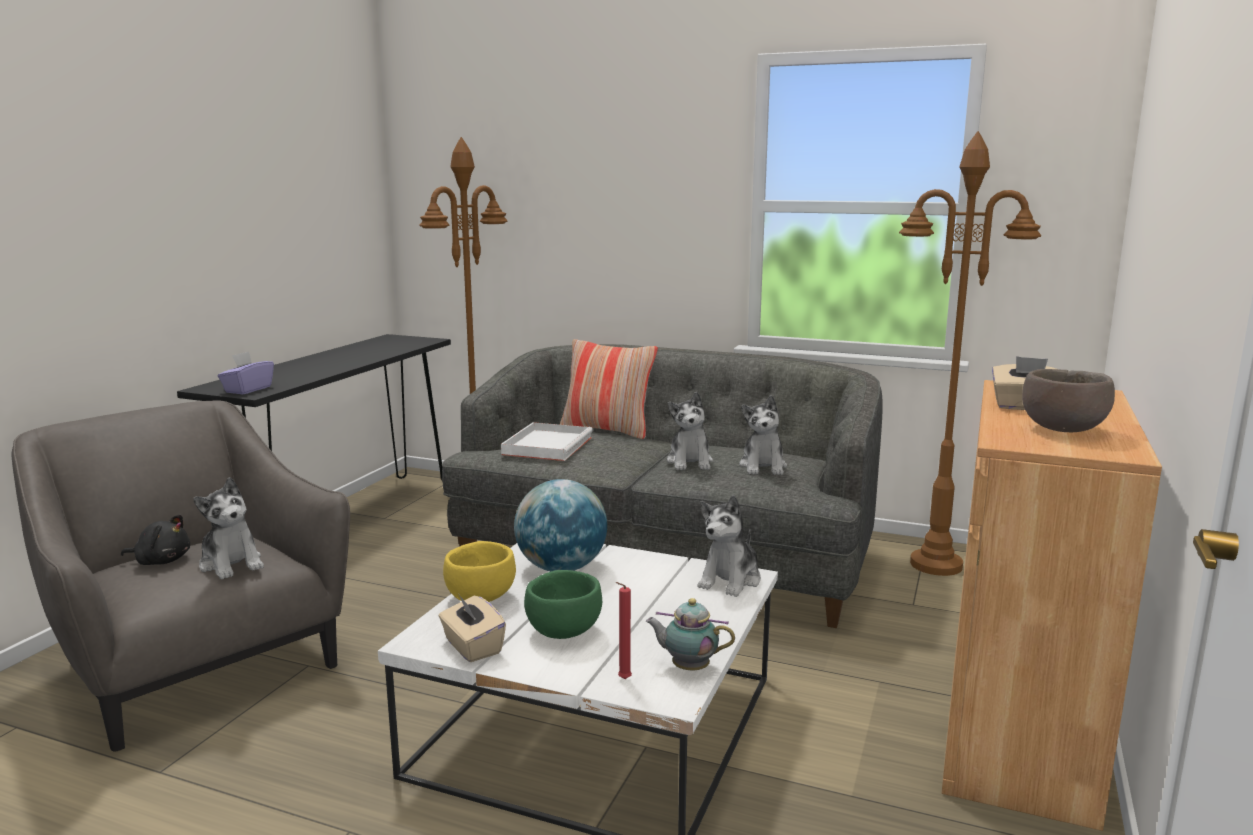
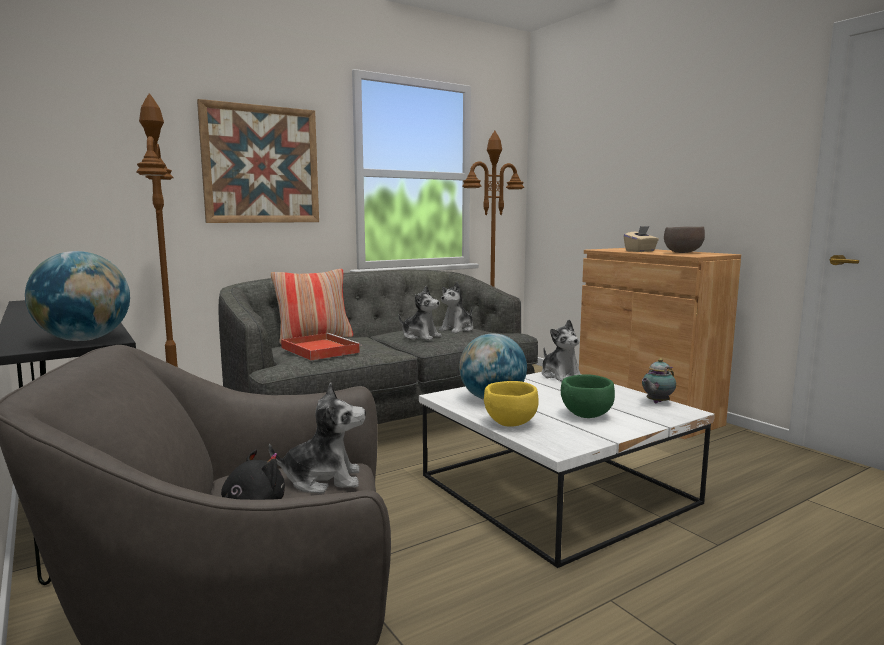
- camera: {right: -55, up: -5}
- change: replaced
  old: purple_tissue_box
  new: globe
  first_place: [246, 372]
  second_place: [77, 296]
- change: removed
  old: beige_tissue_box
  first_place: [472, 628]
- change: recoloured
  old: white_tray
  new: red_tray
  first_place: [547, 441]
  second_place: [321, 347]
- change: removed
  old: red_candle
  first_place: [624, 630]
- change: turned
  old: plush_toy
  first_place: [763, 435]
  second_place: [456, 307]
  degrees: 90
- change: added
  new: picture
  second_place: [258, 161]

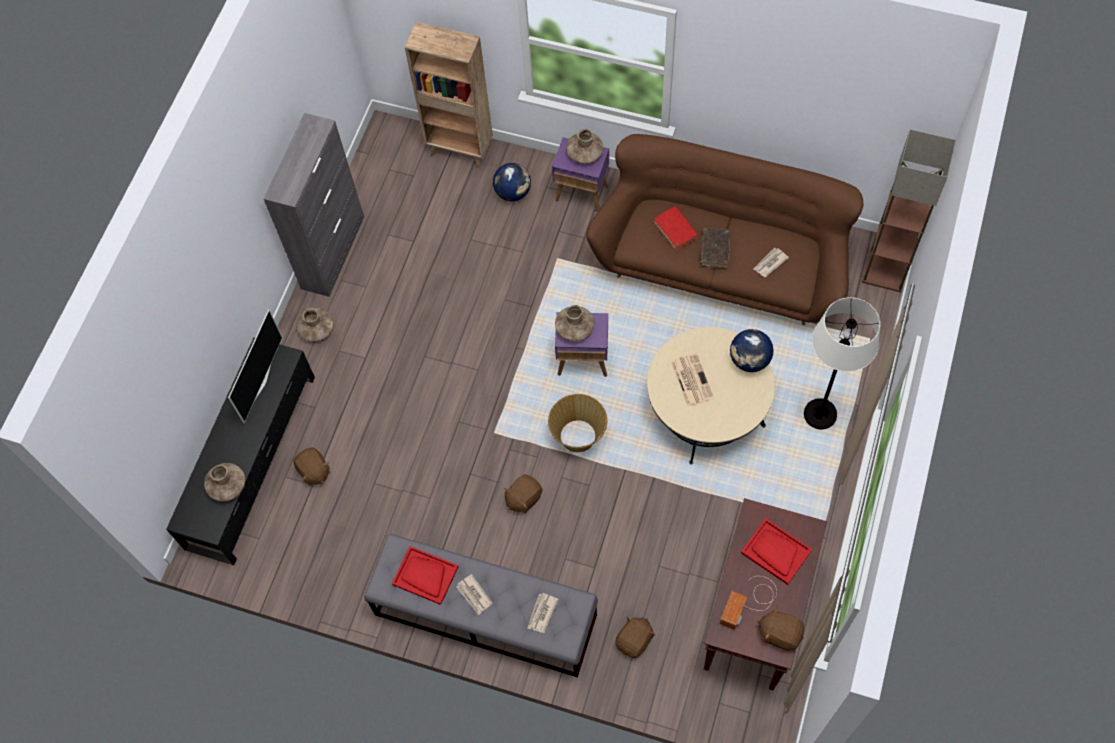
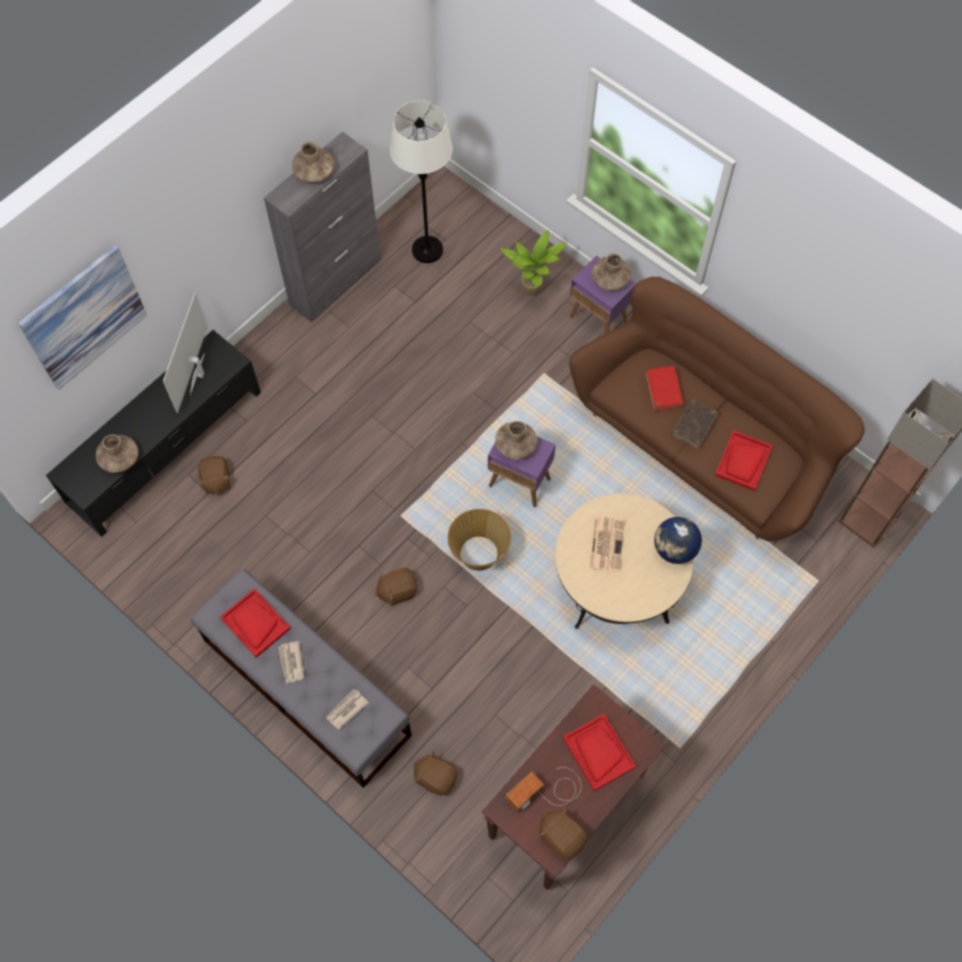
- camera: {right: 20, up: 0}
- change: turned
  old: television
  first_place: [255, 366]
  second_place: [185, 352]
  degrees: 150
- change: moved
  old: brown_vase
  first_place: [315, 325]
  second_place: [313, 162]
- change: removed
  old: brown_bookcase
  first_place: [449, 95]
- change: replaced
  old: globe
  new: potted_plant
  first_place: [512, 182]
  second_place: [534, 263]
- change: turned
  old: brown_plush_toy
  first_place: [635, 637]
  second_place: [435, 773]
  degrees: -120
- change: replaced
  old: newspaper
  new: red_tray
  first_place: [771, 263]
  second_place: [744, 460]
- change: moved
  old: white_floor_lamp
  first_place: [842, 363]
  second_place: [421, 182]
- change: added
  new: picture
  second_place: [82, 317]

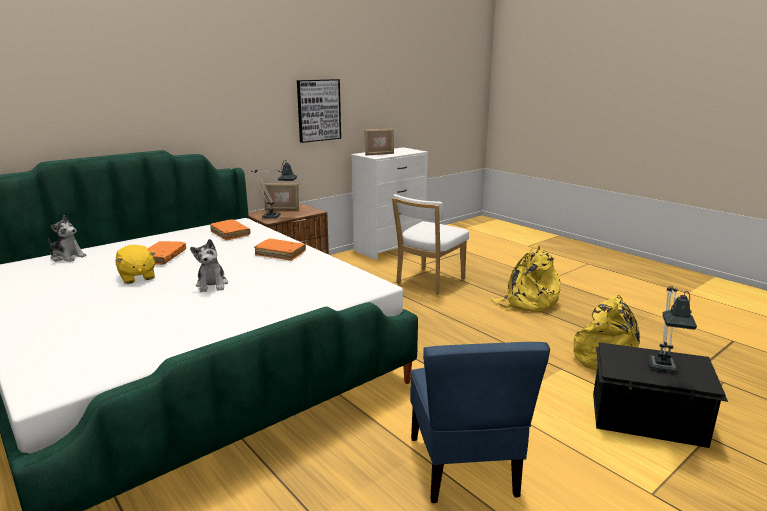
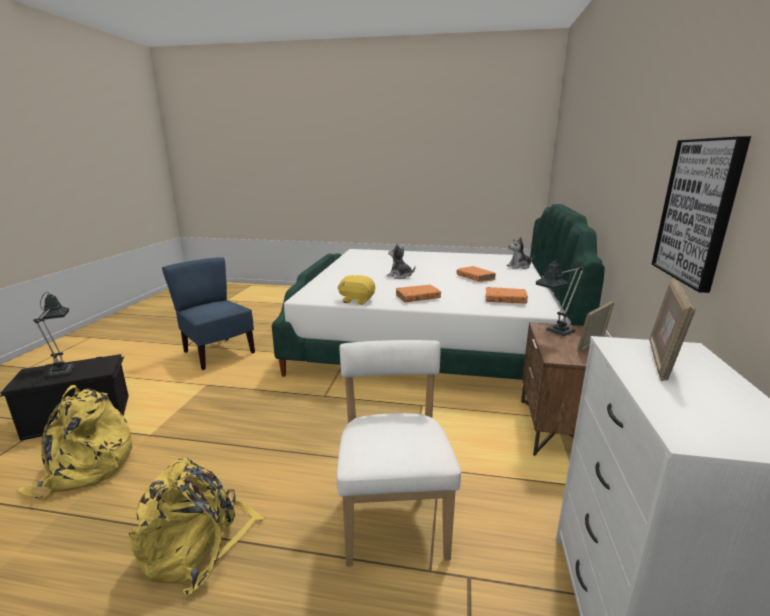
- camera: {right: 140, up: 0}
- change: moved
  old: yellow_plush_toy
  first_place: [135, 264]
  second_place: [356, 290]

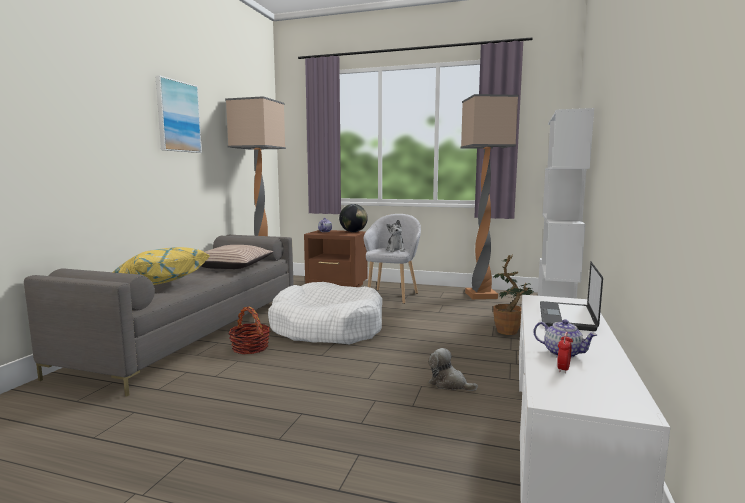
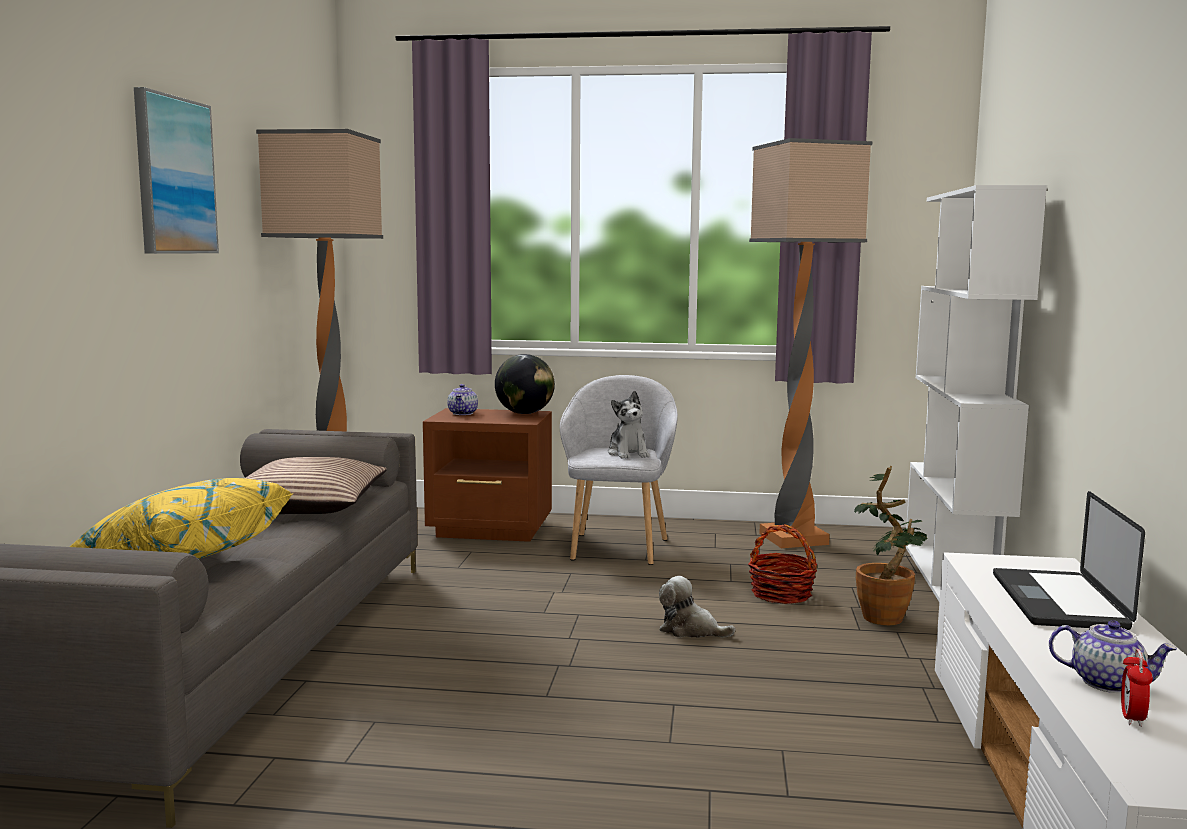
- camera: {right: -10, up: 0}
- change: moved
  old: basket
  first_place: [249, 330]
  second_place: [782, 564]
- change: removed
  old: white_dog_bed
  first_place: [325, 313]
- change: moved
  old: plush_toy
  first_place: [453, 369]
  second_place: [697, 607]

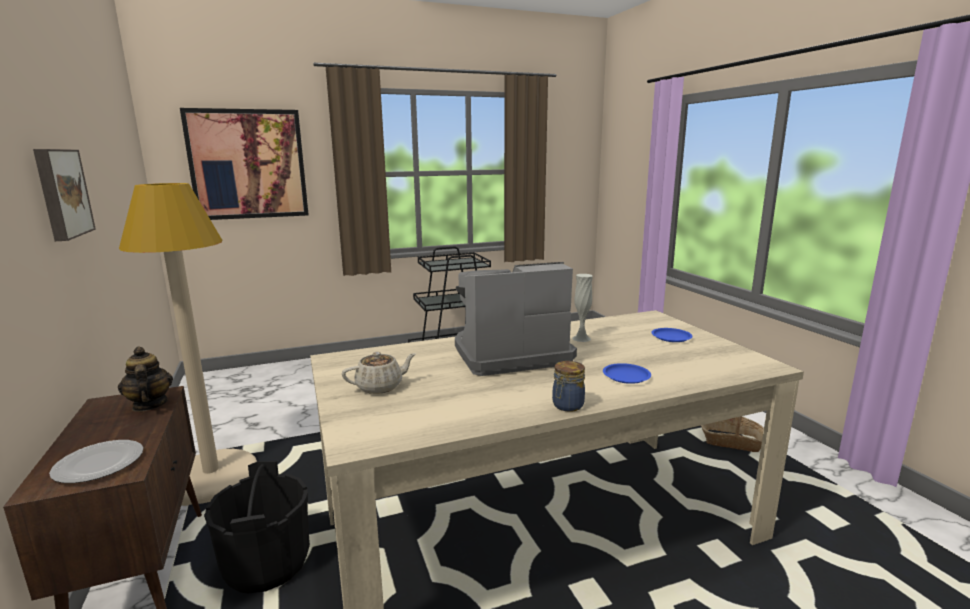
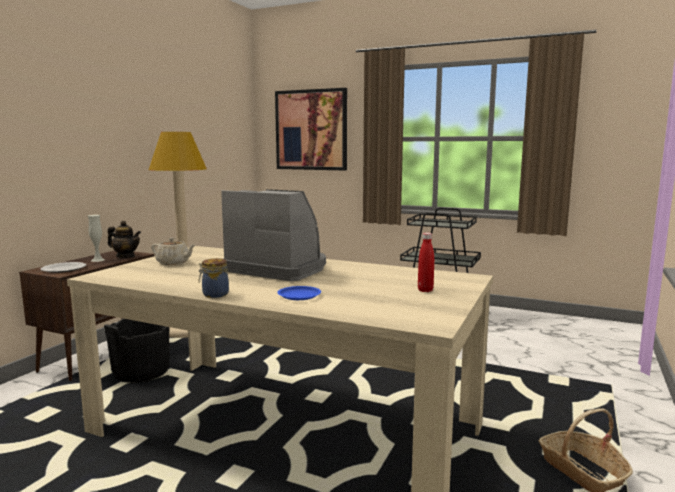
- camera: {right: 45, up: -5}
- change: removed
  old: picture
  first_place: [64, 195]
- change: turned
  old: teapot
  first_place: [145, 379]
  second_place: [124, 239]
  degrees: 90
- change: moved
  old: white_vase
  first_place: [582, 308]
  second_place: [96, 238]
- change: replaced
  old: blue_plate
  new: red_bottle
  first_place: [672, 335]
  second_place: [426, 262]

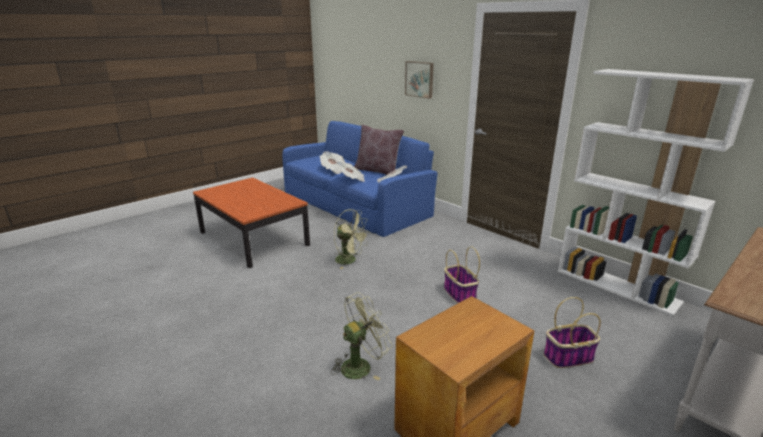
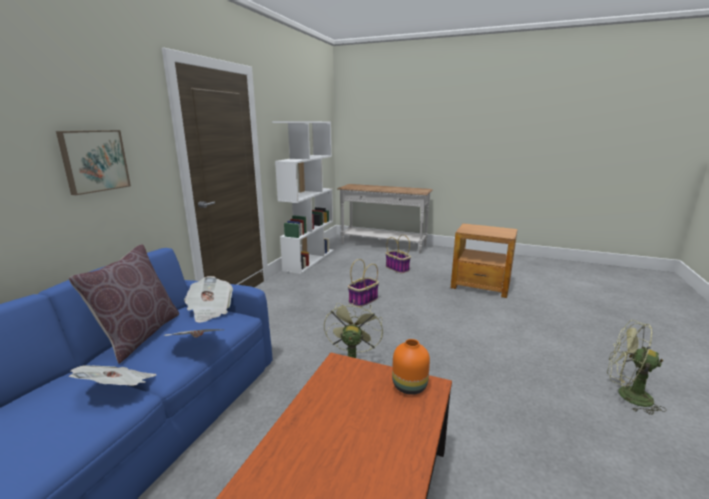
- camera: {right: -115, up: -5}
- change: moved
  old: green_fan
  first_place: [362, 336]
  second_place: [636, 367]
- change: added
  new: orange_vase
  second_place: [411, 367]

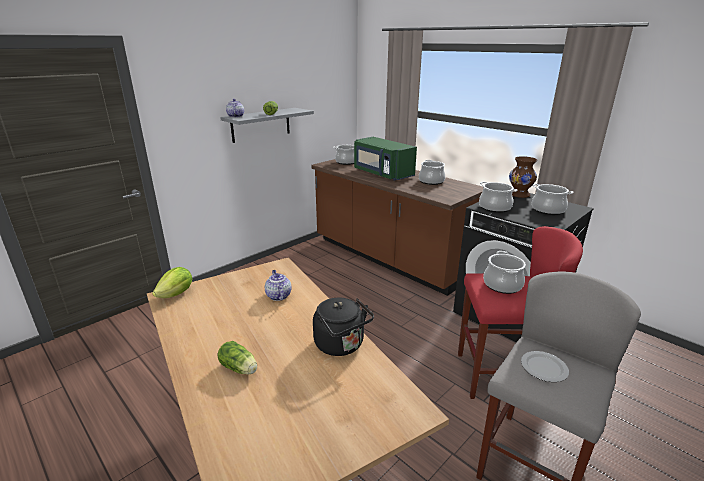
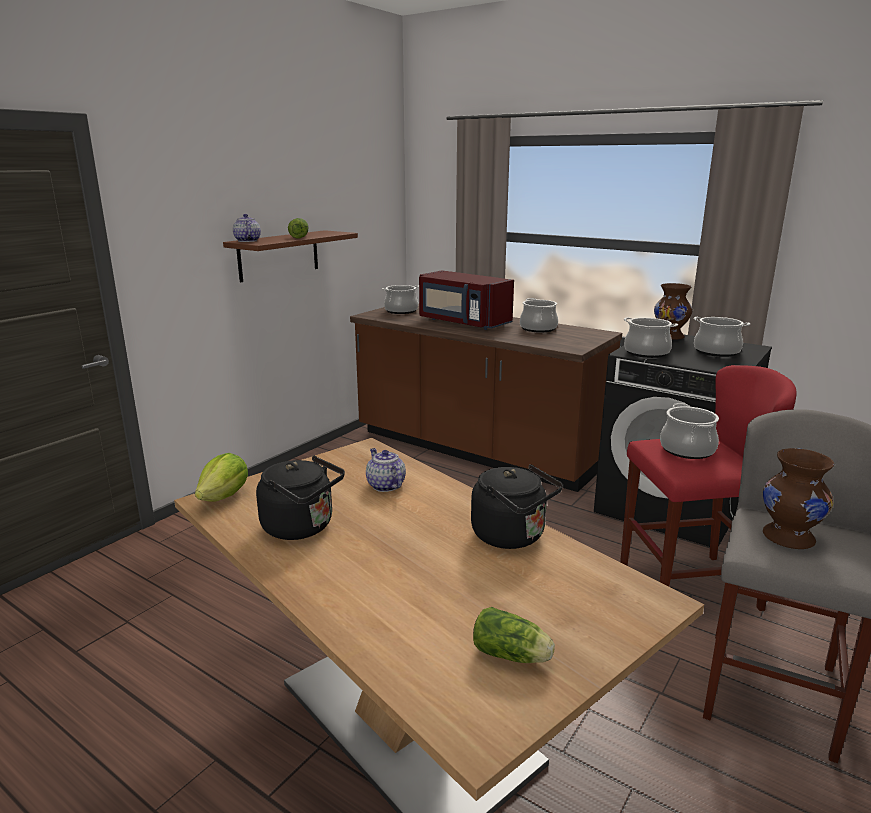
- camera: {right: -10, up: -5}
- change: moved
  old: lettuce
  first_place: [237, 357]
  second_place: [514, 635]
- change: recoloured
  old: grey_shelf
  new: brown_shelf
  first_place: [267, 125]
  second_place: [290, 256]
- change: recoloured
  old: green_microwave
  new: red_microwave
  first_place: [385, 159]
  second_place: [466, 300]
- change: replaced
  old: plate
  new: brown_vase
  first_place: [545, 366]
  second_place: [798, 498]
- change: added
  new: black_kettle
  second_place: [300, 498]

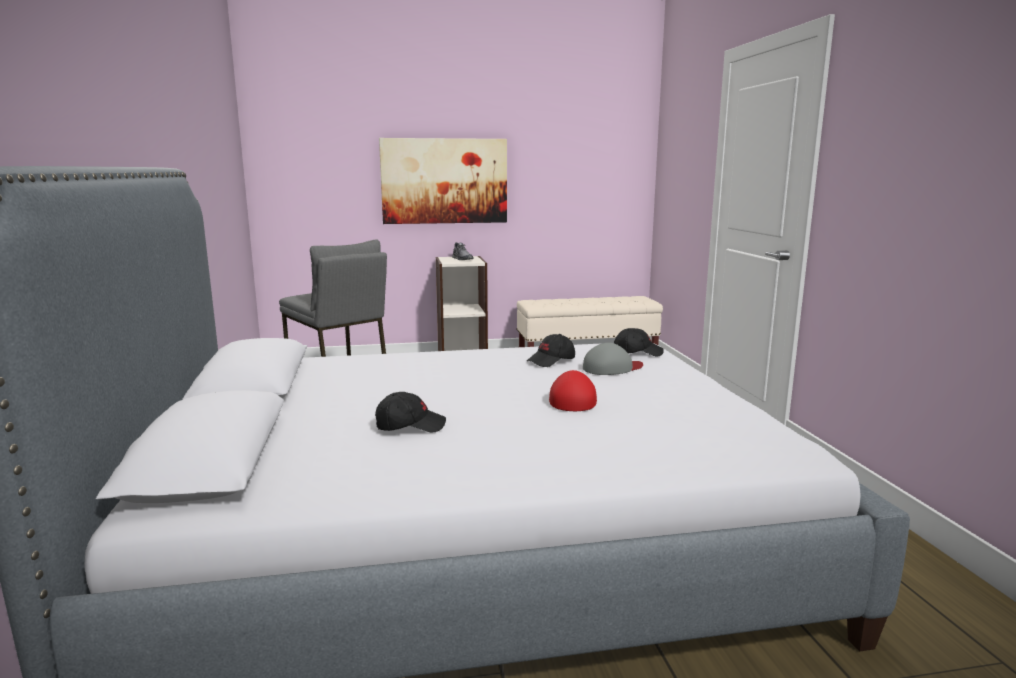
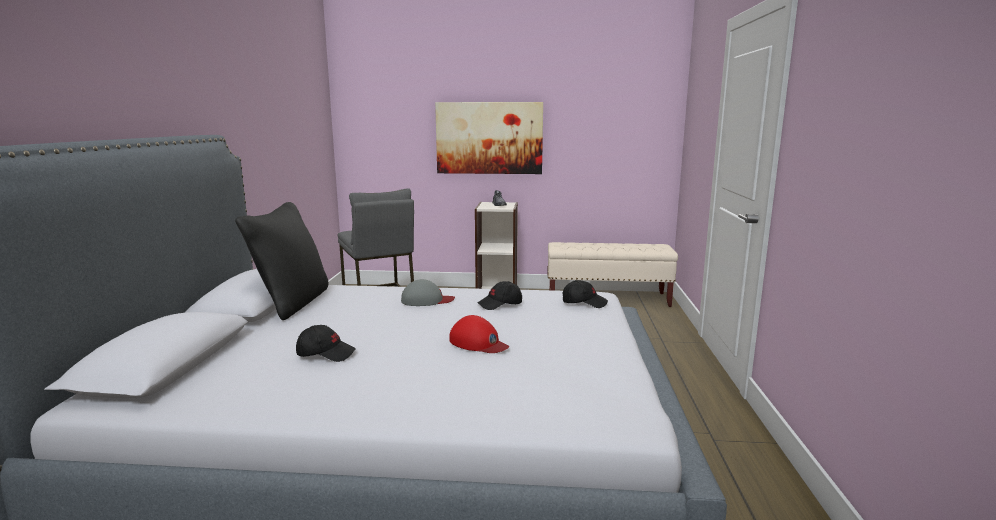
- camera: {right: 15, up: 0}
- change: turned
  old: red_cap
  first_place: [573, 390]
  second_place: [479, 334]
  degrees: 105
- change: moved
  old: grey_cap
  first_place: [613, 359]
  second_place: [428, 292]
- change: added
  new: black_pillow
  second_place: [281, 261]

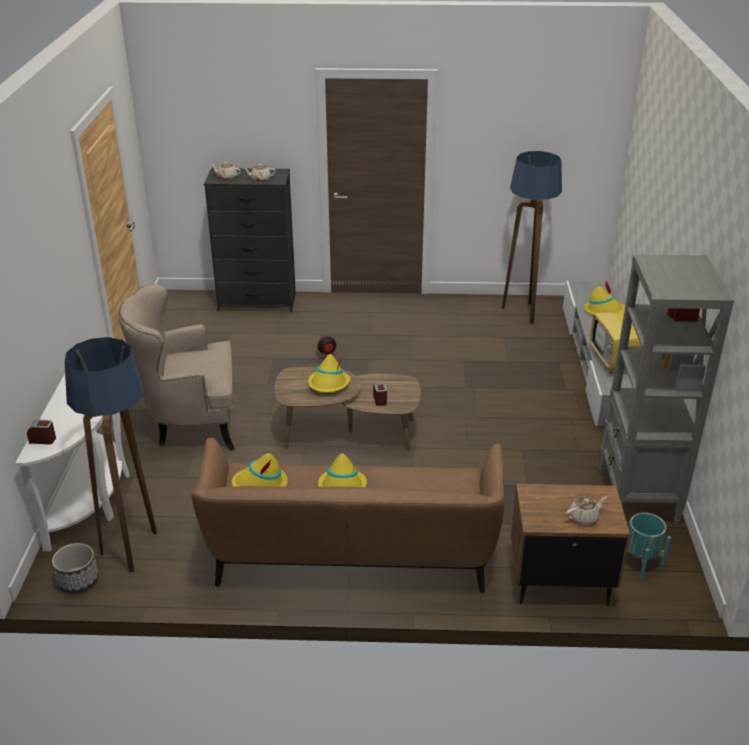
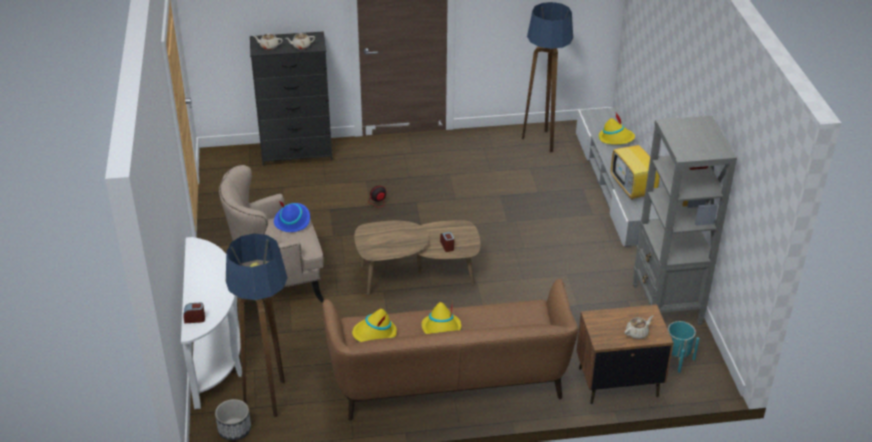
- camera: {right: -10, up: 5}
- change: removed
  old: yellow_hat
  first_place: [329, 373]
- change: added
  new: blue_hat
  second_place: [292, 216]

